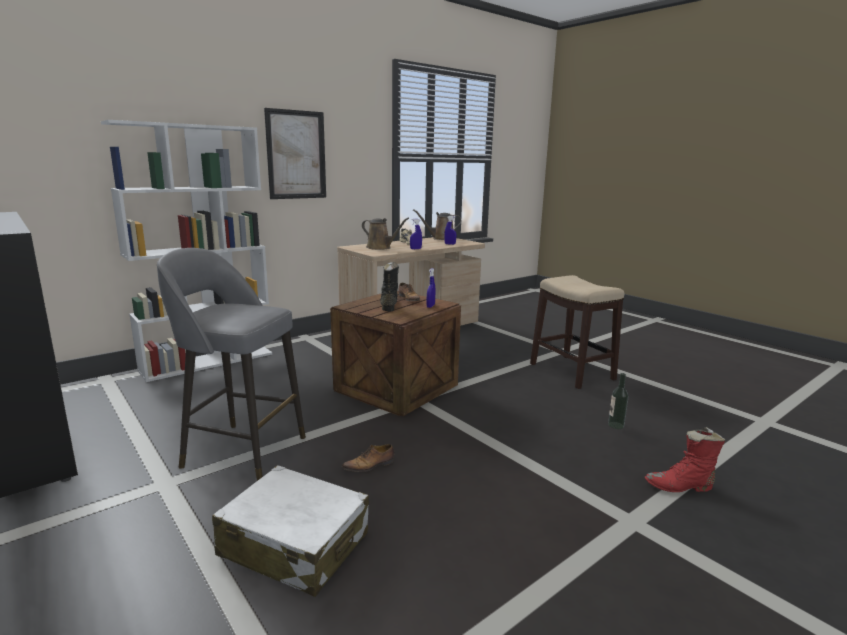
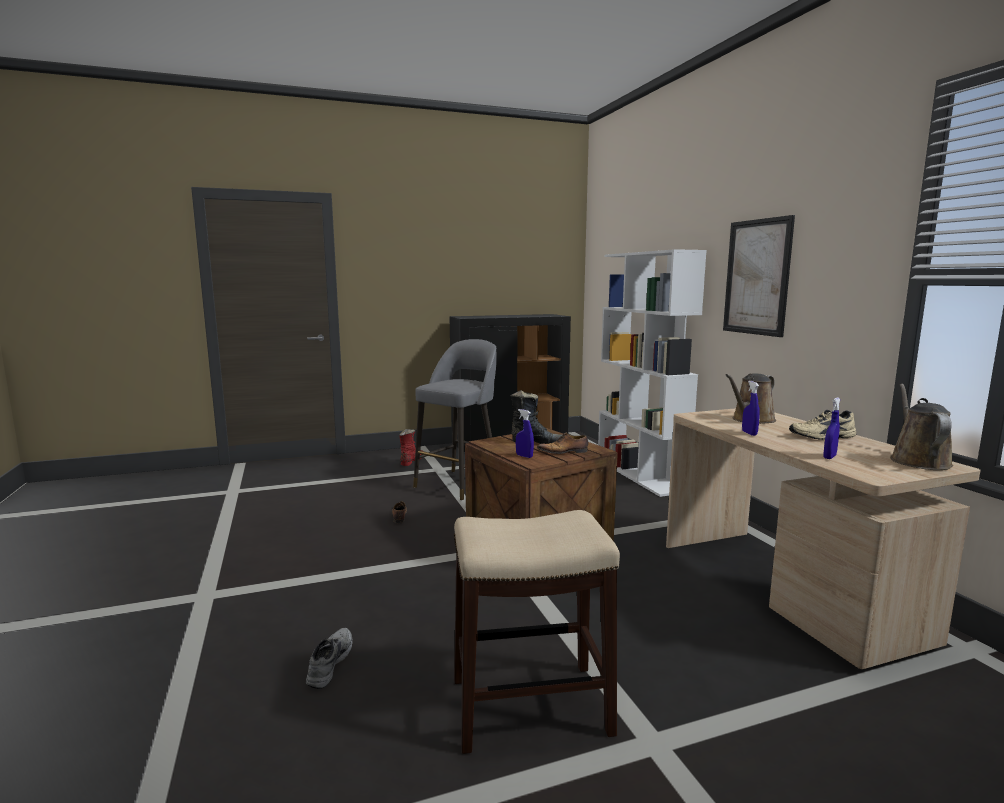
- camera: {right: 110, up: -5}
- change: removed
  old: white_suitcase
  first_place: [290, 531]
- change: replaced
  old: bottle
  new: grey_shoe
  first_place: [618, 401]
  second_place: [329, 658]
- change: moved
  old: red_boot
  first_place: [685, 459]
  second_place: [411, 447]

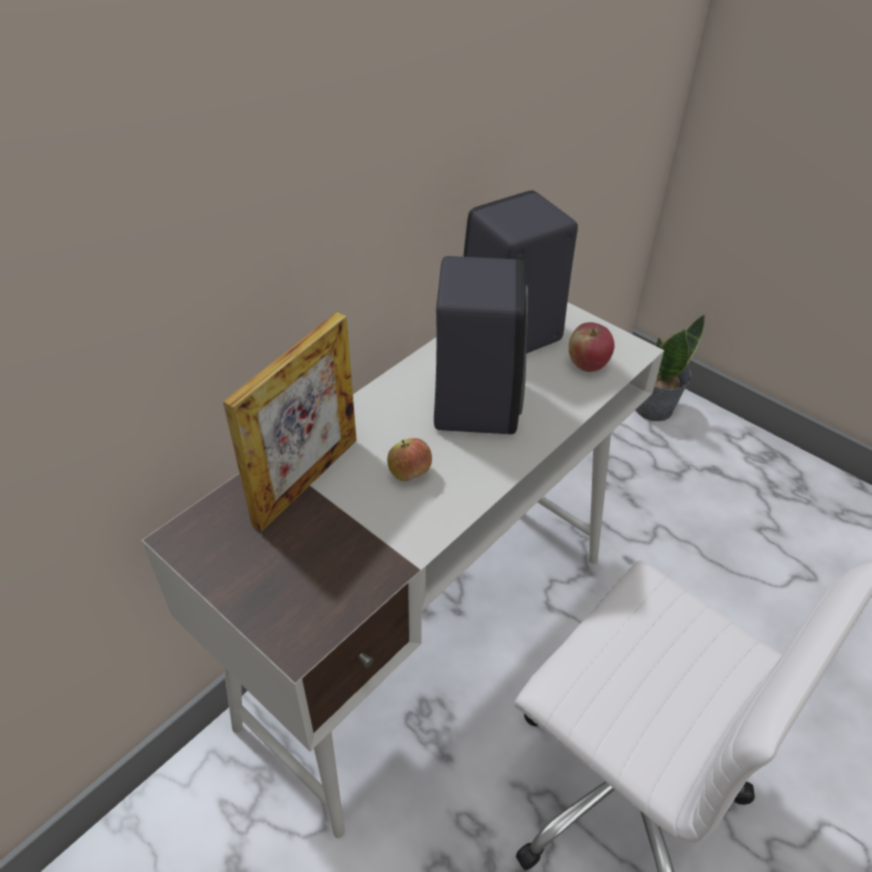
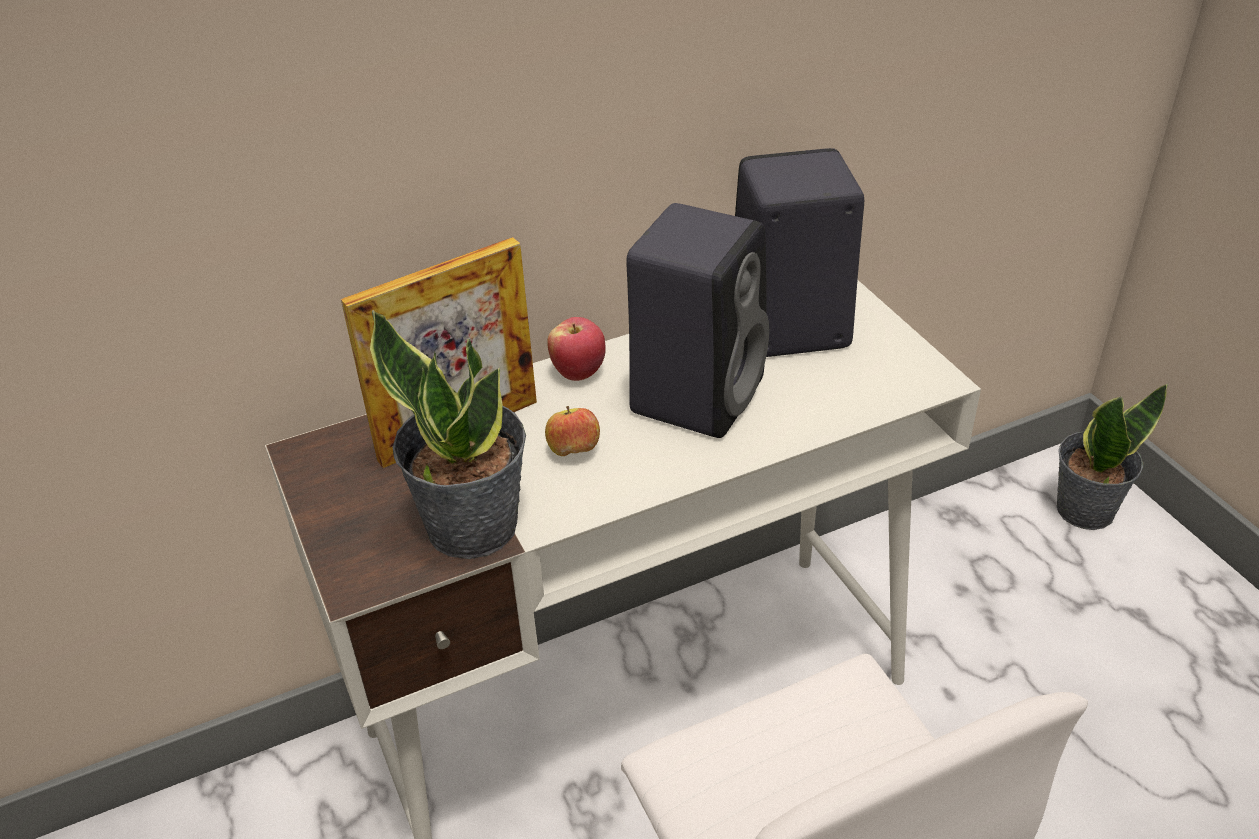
- camera: {right: 25, up: -5}
- change: moved
  old: apple
  first_place: [591, 347]
  second_place: [576, 349]
- change: added
  new: potted_plant
  second_place: [448, 434]

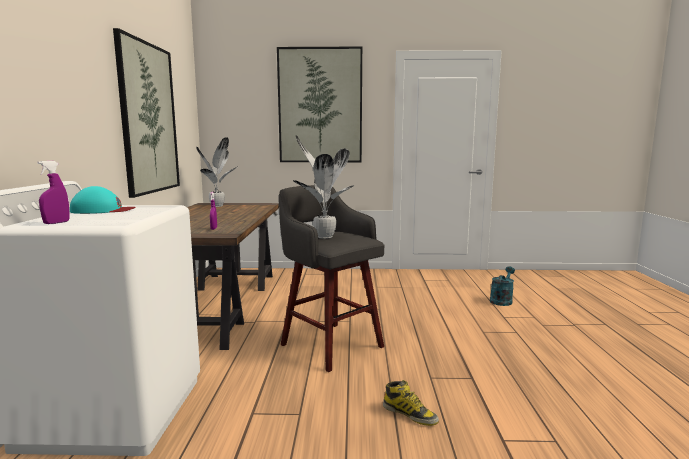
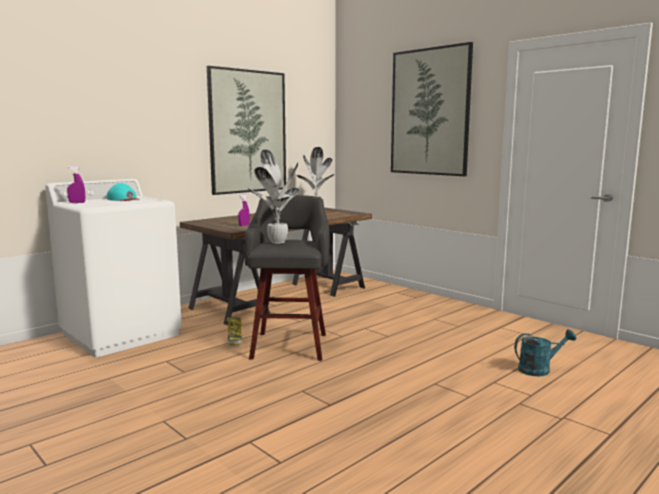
- camera: {right: 45, up: 0}
- change: moved
  old: boot
  first_place: [411, 403]
  second_place: [234, 331]

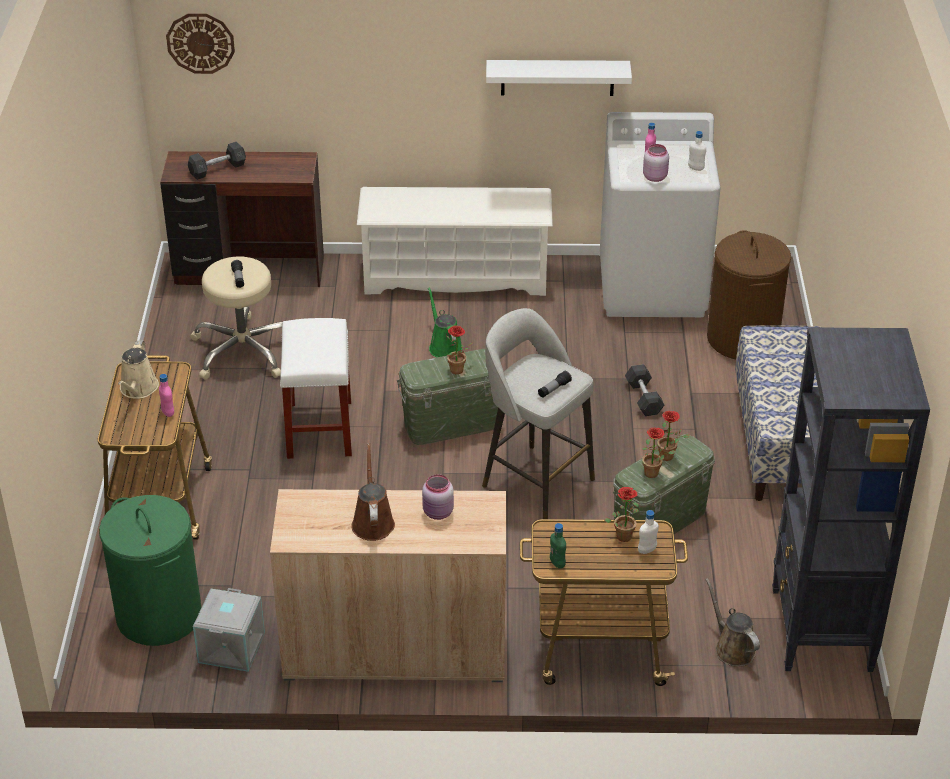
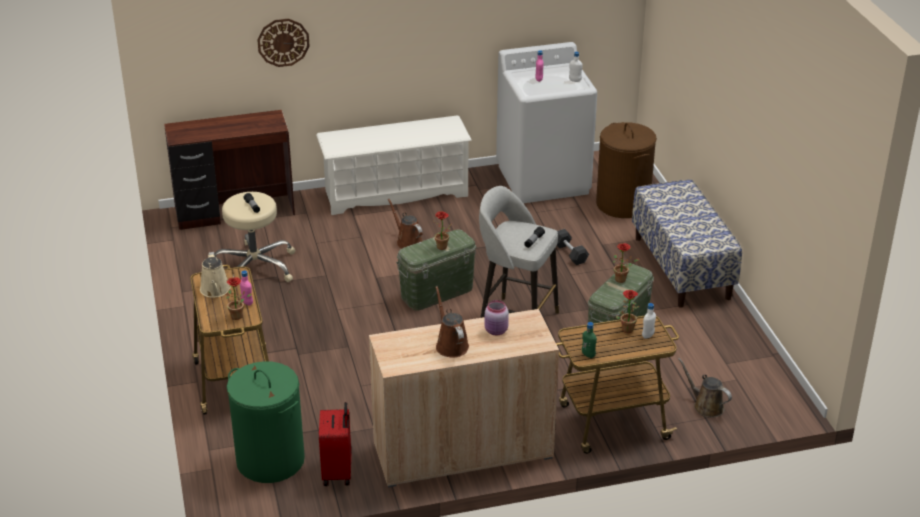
- camera: {right: -15, up: -5}
- change: moved
  old: wall_clock
  first_place: [200, 43]
  second_place: [283, 43]
- change: removed
  old: grey_dumbbell
  first_place: [217, 160]
- change: replaced
  old: grey_storage_box
  new: red_suitcase
  first_place: [229, 630]
  second_place: [335, 444]
- change: removed
  old: white_stool
  first_place: [316, 388]
- change: recoloured
  old: green_watering_can
  new: brown_watering_can
  first_place: [445, 322]
  second_place: [405, 223]
- change: removed
  old: white_shelf
  first_place: [559, 78]
- change: moved
  old: potted_plant
  first_place: [658, 453]
  second_place: [239, 298]
- change: removed
  old: pink_jar
  first_place: [656, 163]
- change: removed
  old: black_bookcase
  first_place: [851, 499]

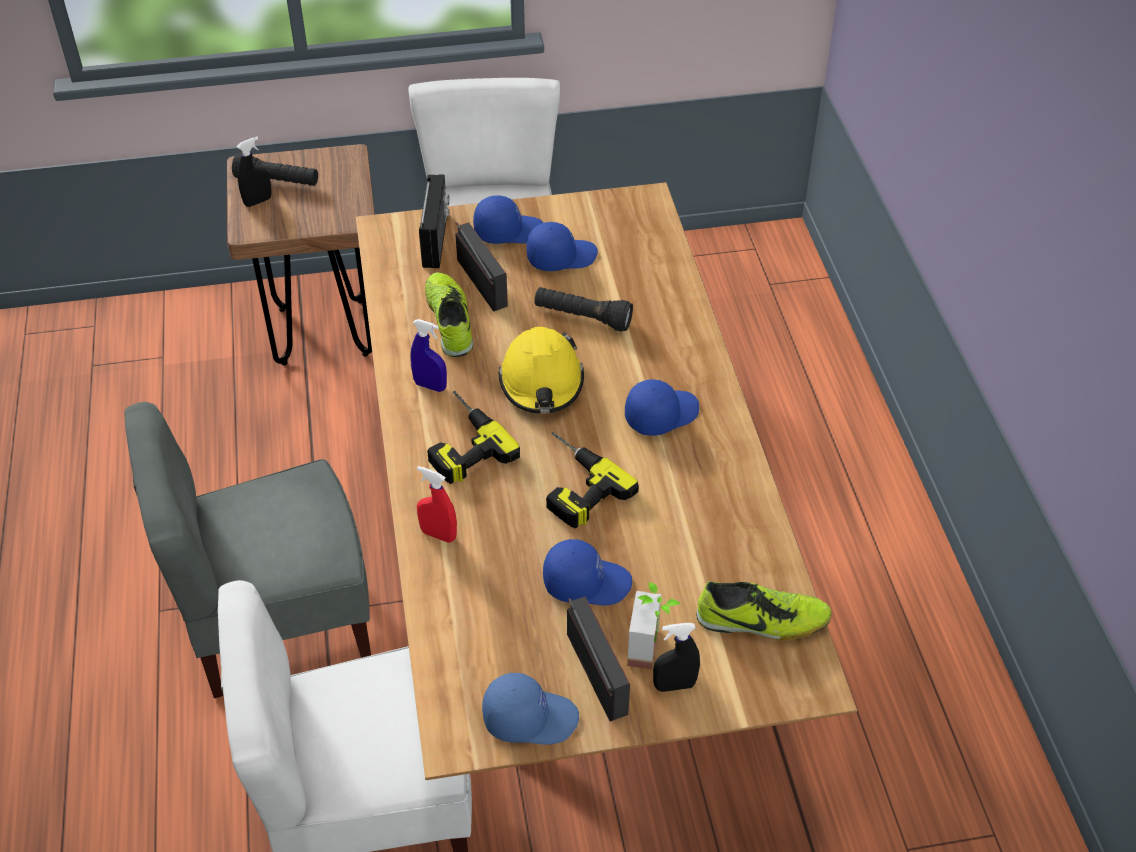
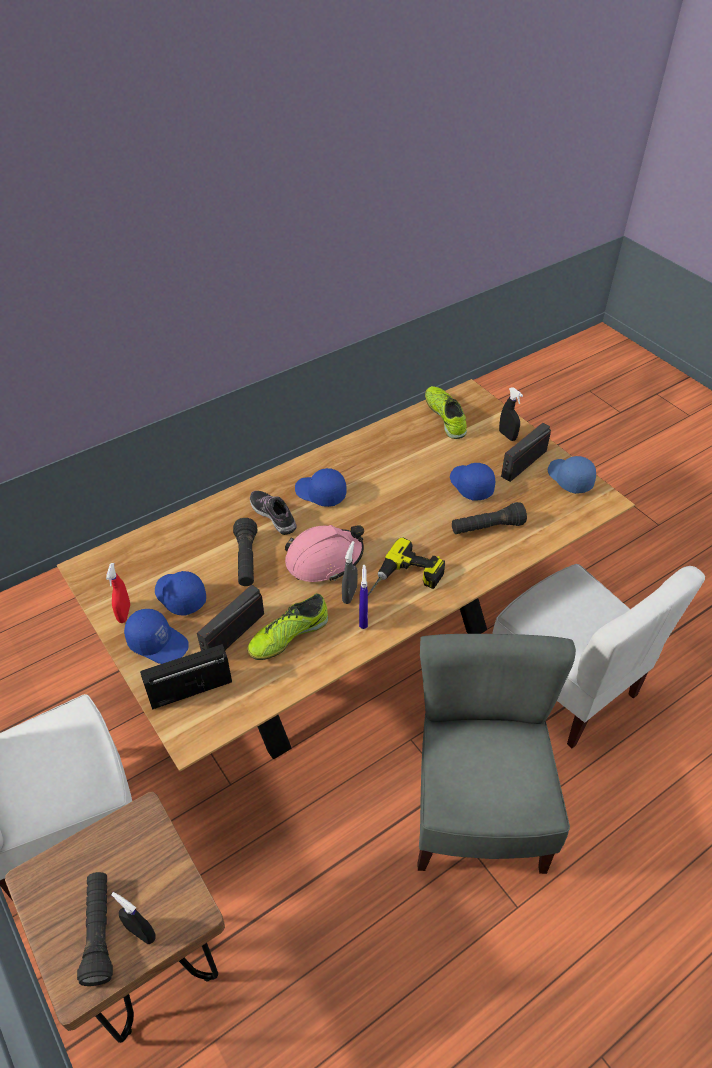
- camera: {right: -115, up: 0}
- change: turned
  old: grey_chair
  first_place: [247, 550]
  second_place: [496, 753]
  degrees: -135
- change: moved
  old: red_spray_bottle
  first_place: [437, 504]
  second_place: [118, 593]
- change: turned
  old: blue_cap
  first_place: [508, 219]
  second_place: [156, 636]
  degrees: 150
- change: recoloured
  old: yellow_hard_hat
  new: pink_hard_hat
  first_place: [541, 370]
  second_place: [324, 553]
- change: removed
  old: power_drill
  first_place: [592, 480]
- change: removed
  old: potted_plant
  first_place: [653, 626]
- change: added
  new: shoe
  second_place: [273, 513]
- change: added
  new: grey_spray_bottle
  second_place: [350, 572]
- change: added
  new: black_flashlight
  second_place: [489, 518]

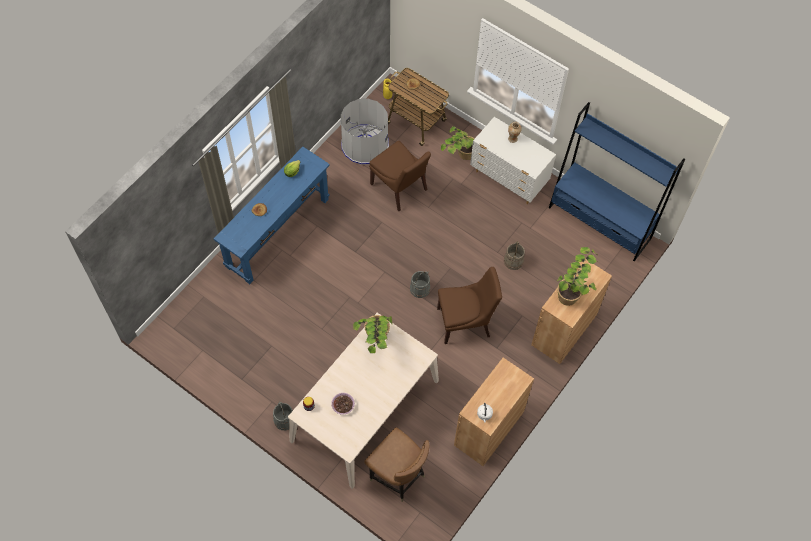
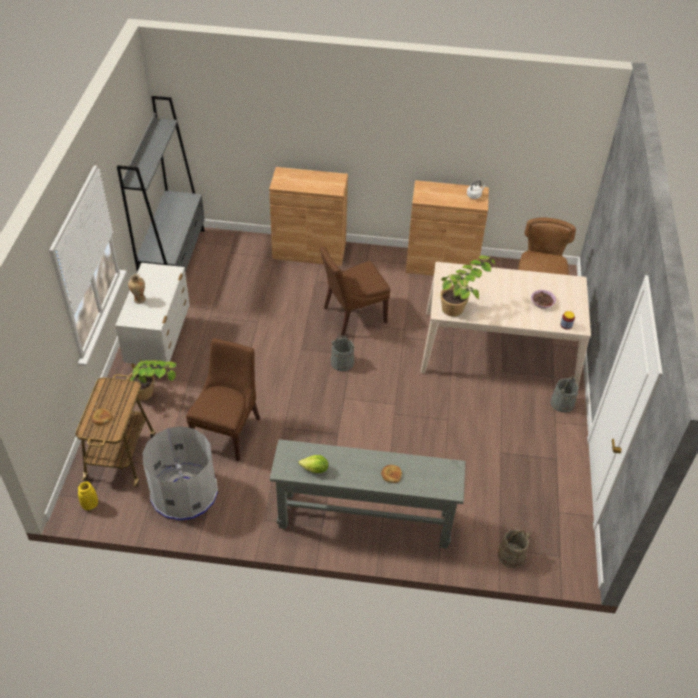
- camera: {right: -120, up: -15}
- change: recoloured
  old: blue_console_table
  new: grey_console_table
  first_place: [272, 215]
  second_place: [368, 493]
- change: turned
  old: brown_chair
  first_place: [469, 305]
  second_place: [355, 291]
  degrees: -75
- change: moved
  old: beige_bucket
  first_place: [514, 255]
  second_place: [514, 548]
- change: recoloured
  old: blue_bookcase
  new: grey_bookcase
  first_place: [617, 182]
  second_place: [161, 184]
- change: removed
  old: potted_plant
  first_place: [577, 276]

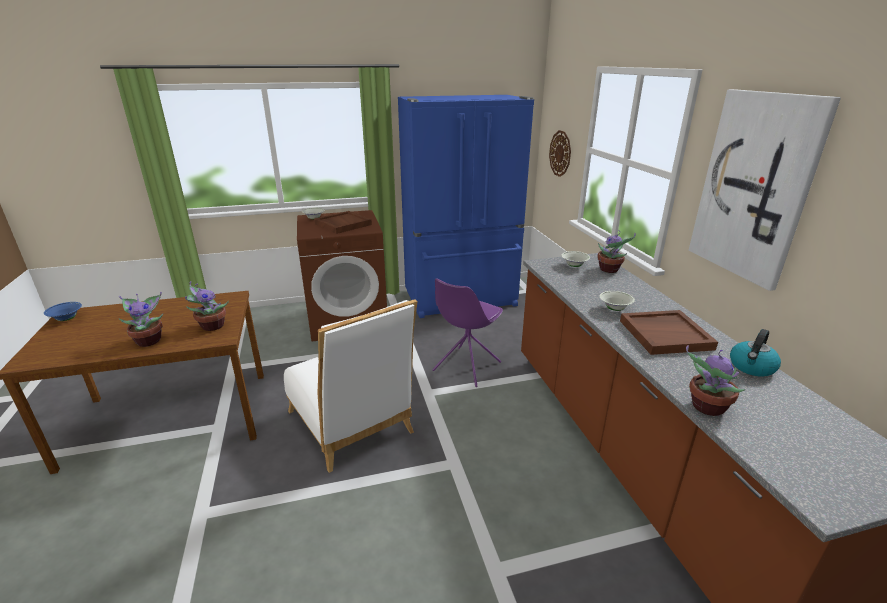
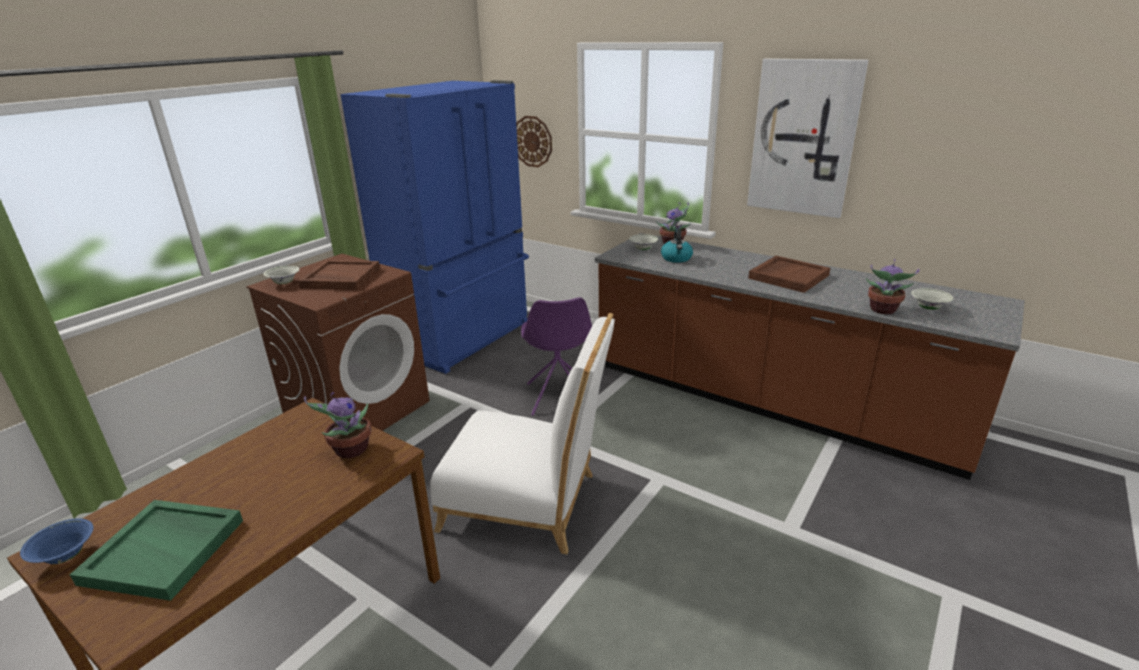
- camera: {right: -40, up: 0}
- change: removed
  old: potted_plant
  first_place: [140, 319]
- change: moved
  old: white_bowl
  first_place: [617, 301]
  second_place: [932, 299]
- change: moved
  old: kettle
  first_place: [755, 353]
  second_place: [677, 246]
- change: added
  new: green_tray
  second_place: [156, 550]

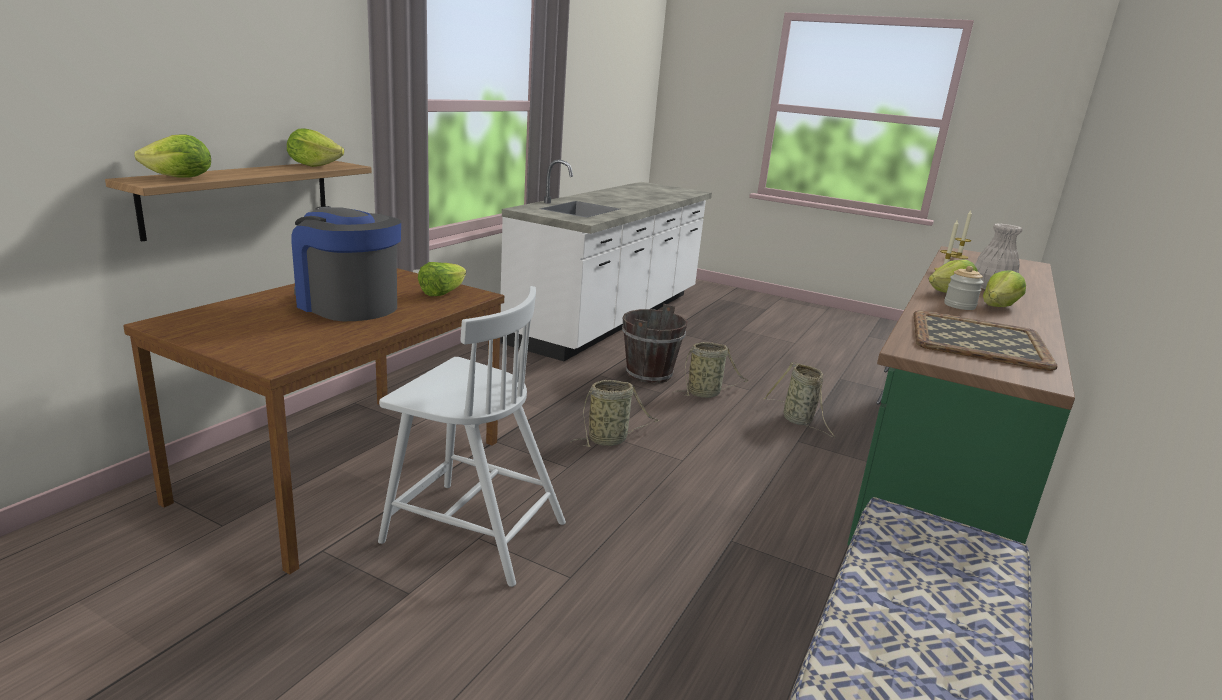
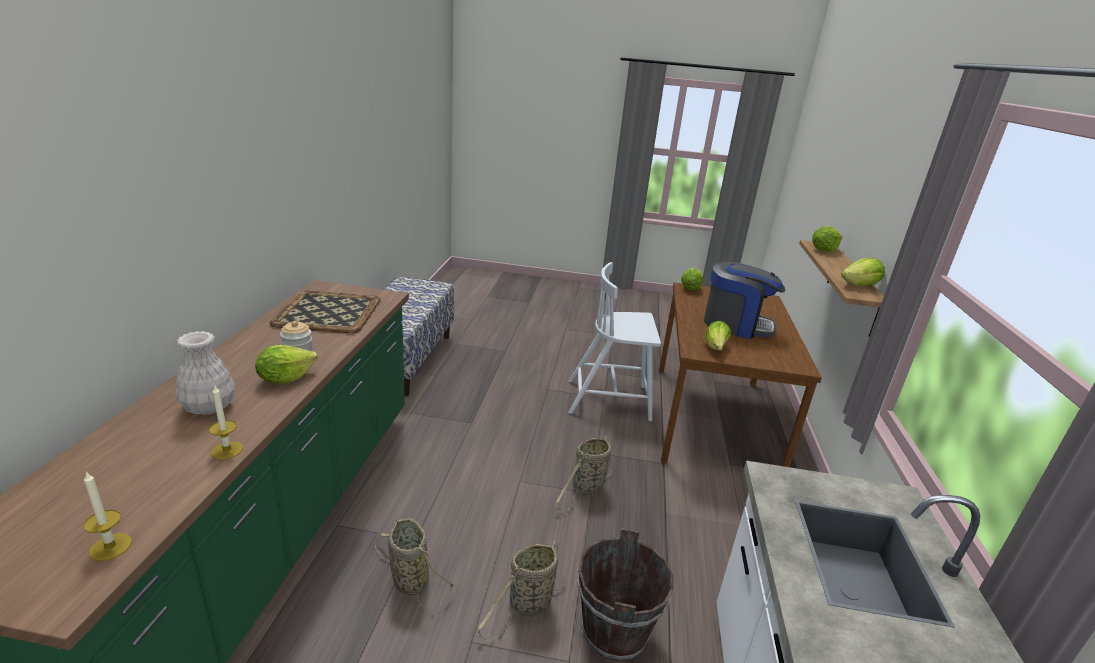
- camera: {right: 160, up: 5}
- change: moved
  old: lettuce
  first_place: [1004, 288]
  second_place: [692, 279]

